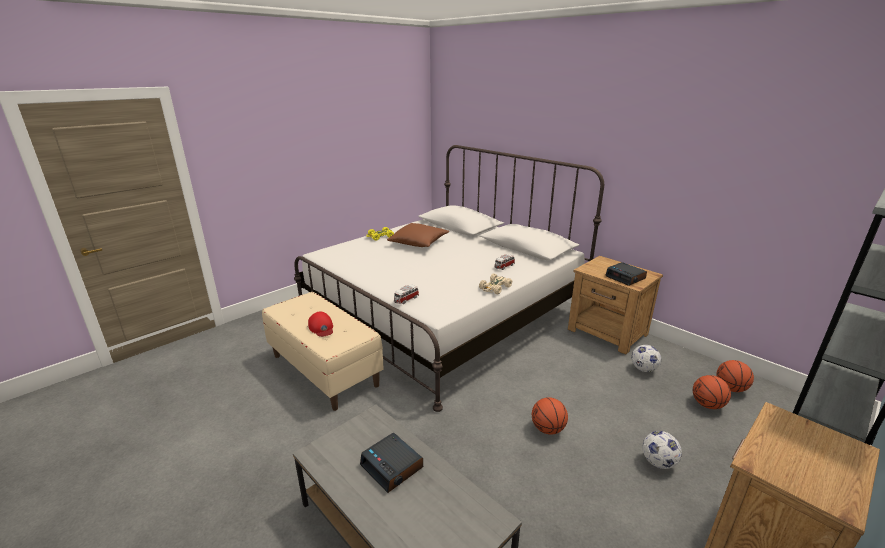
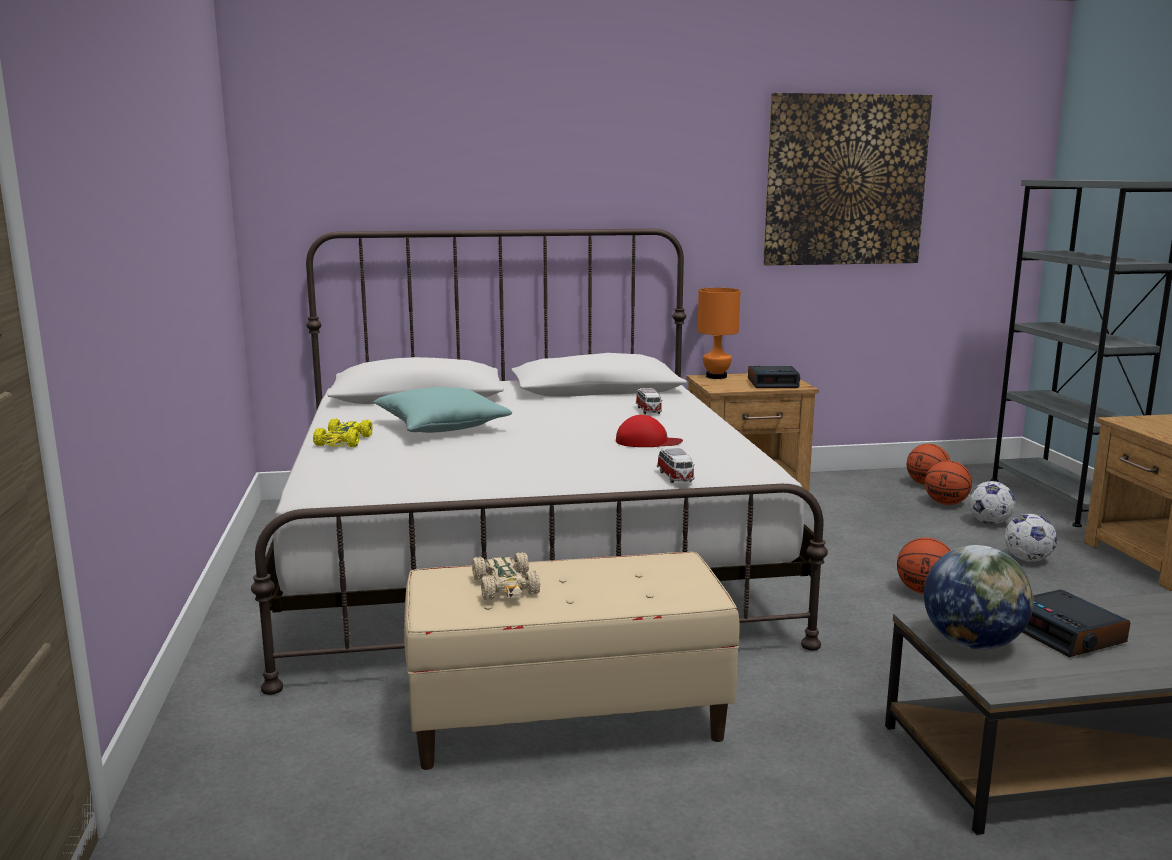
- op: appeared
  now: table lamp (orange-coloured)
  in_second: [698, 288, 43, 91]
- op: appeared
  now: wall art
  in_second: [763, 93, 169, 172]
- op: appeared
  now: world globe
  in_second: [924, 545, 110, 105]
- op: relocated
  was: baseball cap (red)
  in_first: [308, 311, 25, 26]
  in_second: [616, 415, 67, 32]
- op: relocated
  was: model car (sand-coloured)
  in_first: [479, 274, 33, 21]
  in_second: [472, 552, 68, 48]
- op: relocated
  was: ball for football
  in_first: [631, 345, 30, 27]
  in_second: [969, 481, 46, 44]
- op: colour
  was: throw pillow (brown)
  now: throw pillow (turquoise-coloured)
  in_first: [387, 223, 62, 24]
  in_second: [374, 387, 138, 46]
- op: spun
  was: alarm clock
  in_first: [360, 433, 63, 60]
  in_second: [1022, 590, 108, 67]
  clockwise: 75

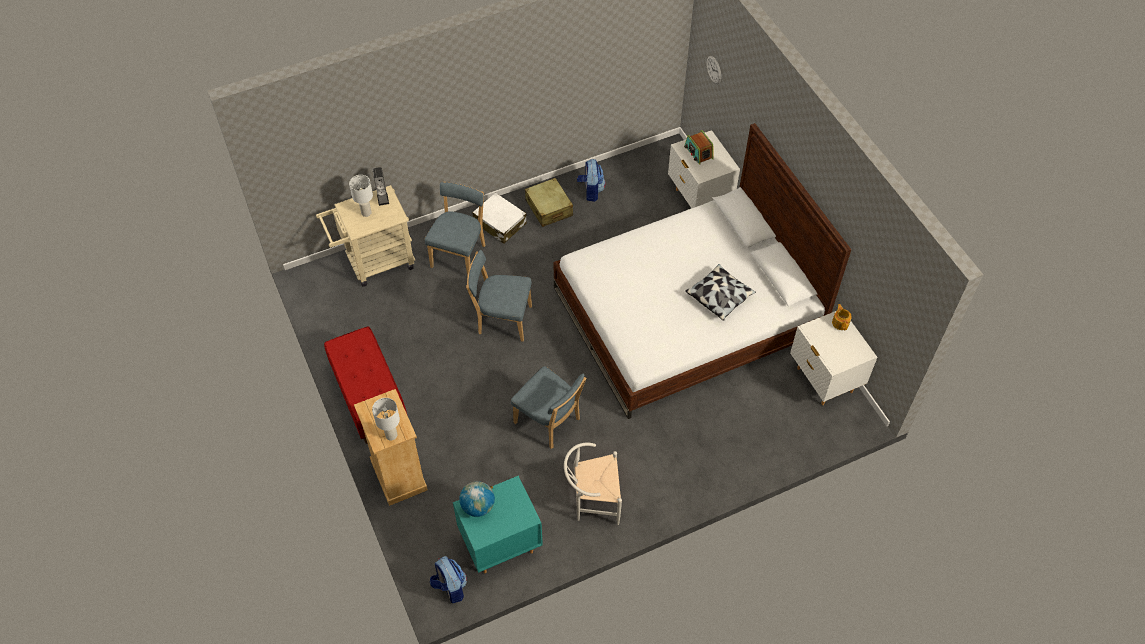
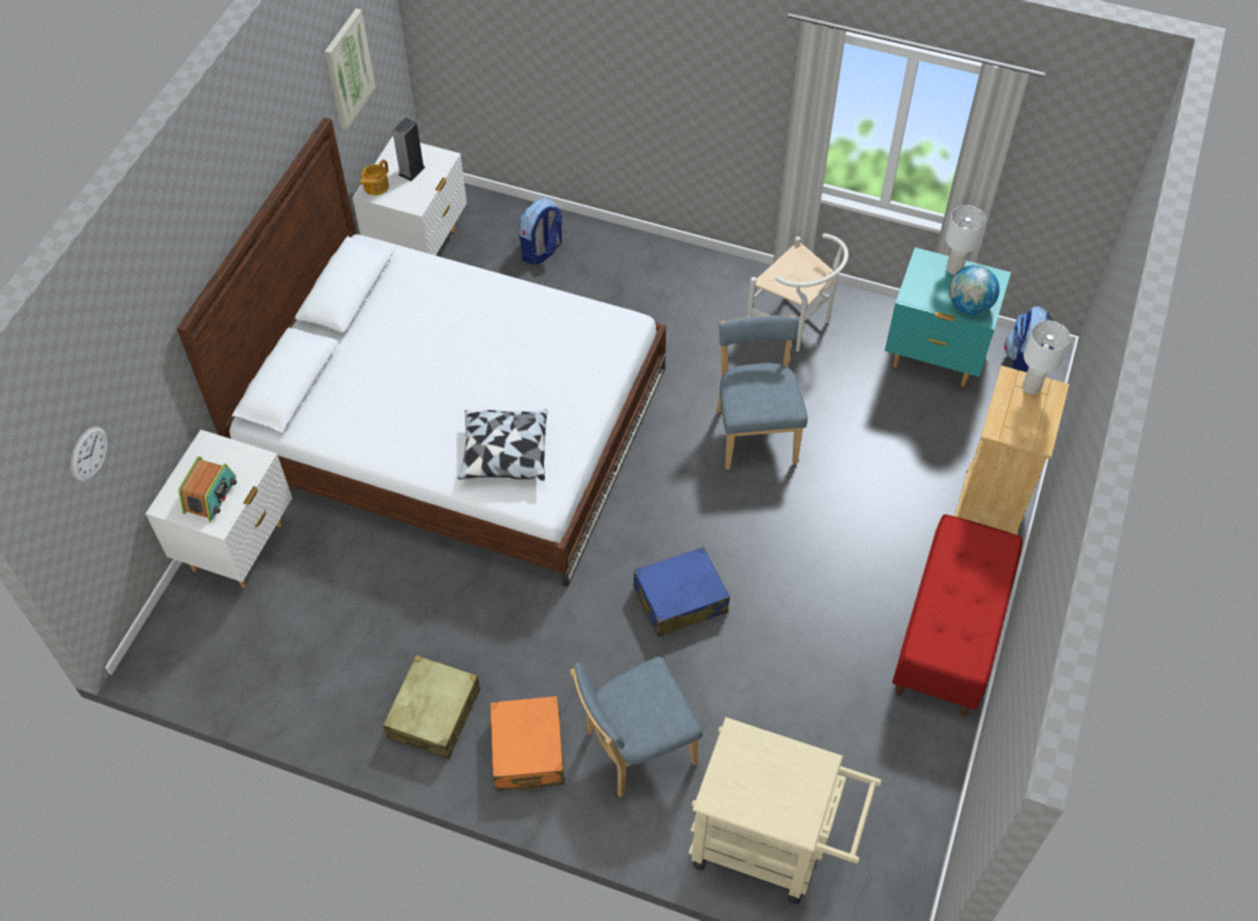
- op: appeared
  now: wall art
  in_second: [325, 8, 51, 122]
- op: relocated
  was: table lamp (white-coloured)
  in_first: [349, 175, 24, 42]
  in_second: [946, 205, 40, 70]
- op: relocated
  was: loudspeaker
  in_first: [372, 167, 17, 39]
  in_second: [392, 117, 33, 64]
- op: relocated
  was: rucksack
  in_first: [577, 159, 29, 43]
  in_second: [518, 198, 44, 67]
- op: relocated
  was: throw pillow
  in_first: [685, 264, 71, 57]
  in_second: [458, 409, 90, 72]
- op: exchanged
  was: chair (bluish)
  now: travel case (bluish)
  in_first: [466, 250, 66, 92]
  in_second: [633, 547, 97, 90]
- op: colour
  was: travel case (white-coloured)
  now: travel case (orange-coloured)
  in_first: [472, 192, 55, 52]
  in_second: [488, 696, 77, 95]

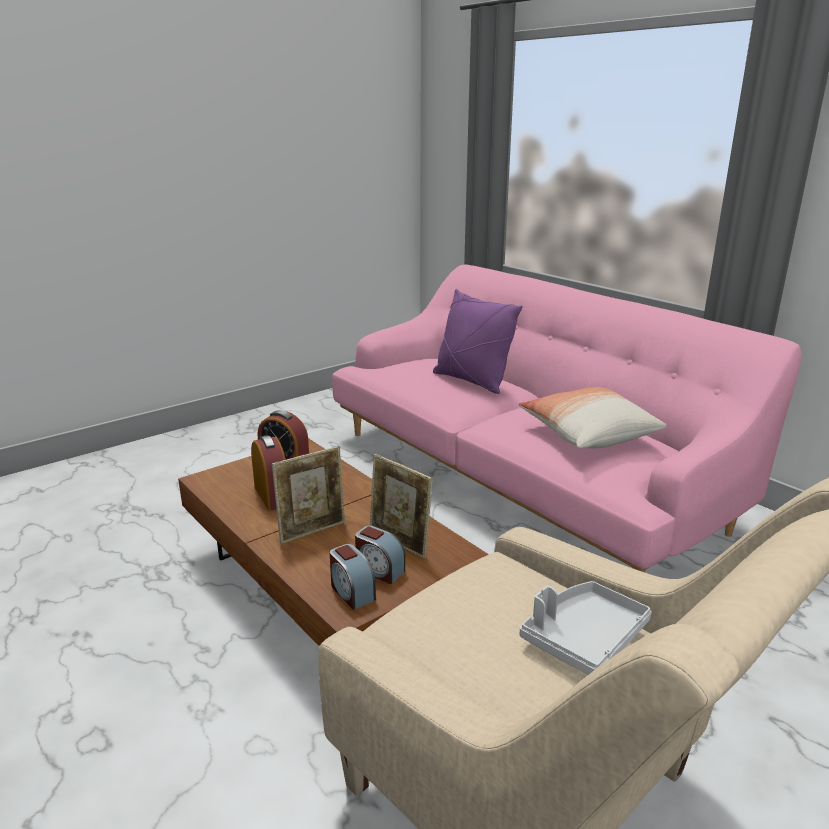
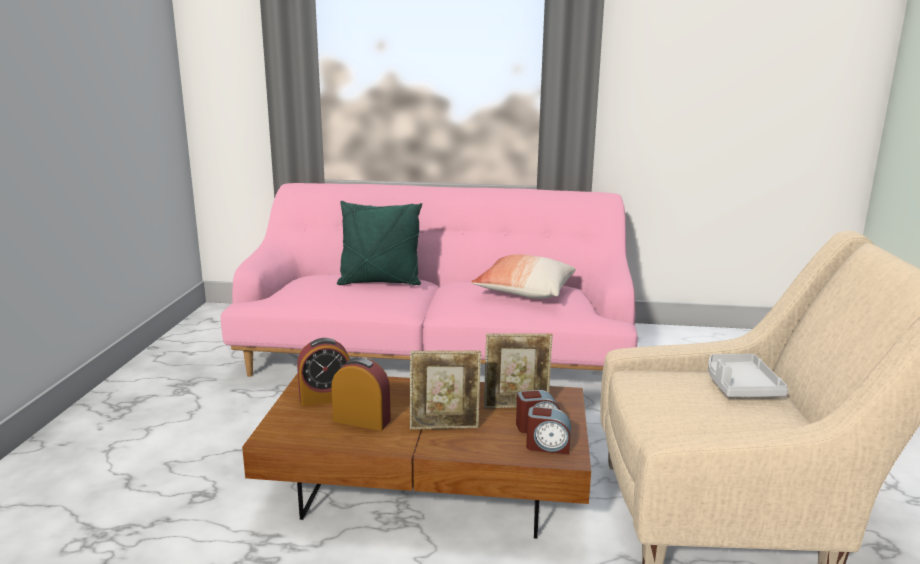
- op: colour
  was: throw pillow (purplish)
  now: throw pillow (green)
  in_first: [433, 289, 90, 105]
  in_second: [337, 201, 85, 84]
- op: spun
  was: standing frame
  in_first: [272, 446, 73, 98]
  in_second: [410, 350, 71, 80]
  clockwise: 75

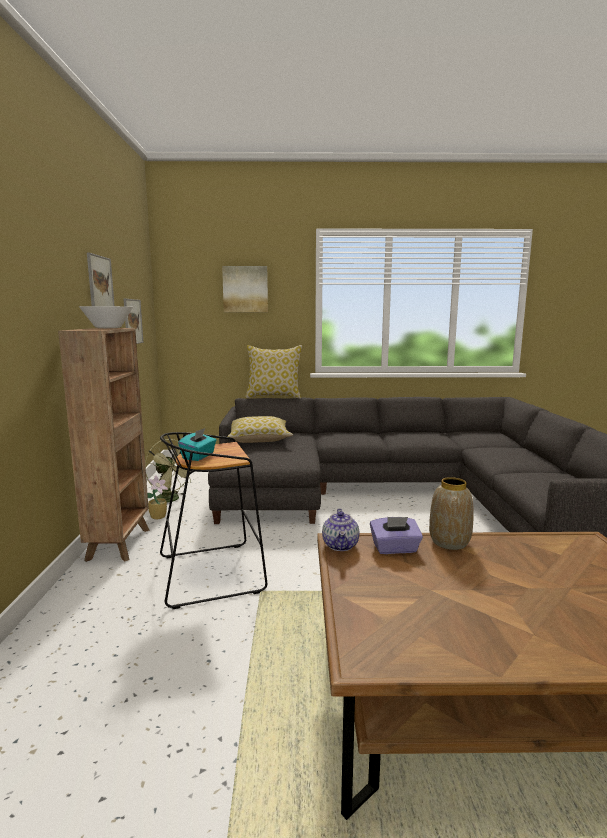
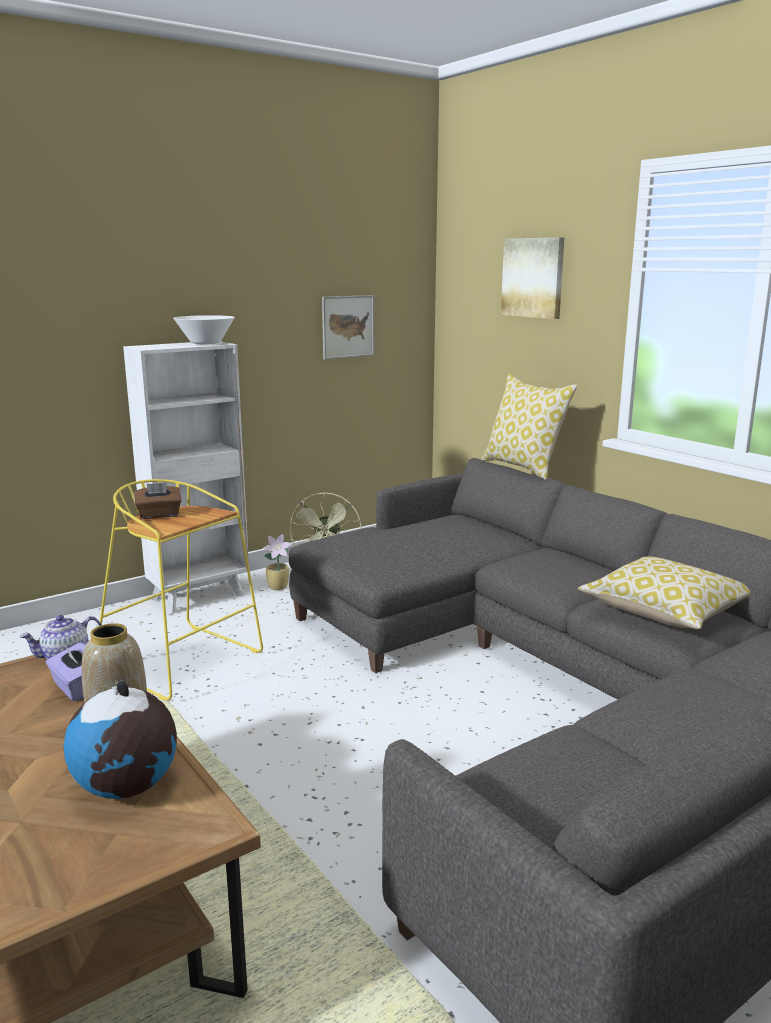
- op: missing
  was: wall art
  in_first: [87, 252, 28, 54]
- op: appeared
  now: world globe
  in_second: [64, 680, 113, 119]
- op: relocated
  was: throw pillow
  in_first: [227, 416, 66, 27]
  in_second: [578, 556, 172, 73]
- op: colour
  was: bookcase (brown)
  now: bookcase (white-coloured)
  in_first: [58, 328, 92, 234]
  in_second: [123, 342, 126, 272]
- op: colour
  was: stool (black-coloured)
  now: stool (yellowish)
  in_first: [160, 432, 108, 177]
  in_second: [100, 479, 163, 222]
- op: colour
  was: tissue box (turquoise-coloured)
  now: tissue box (brown)
  in_first: [178, 428, 38, 33]
  in_second: [134, 483, 47, 36]

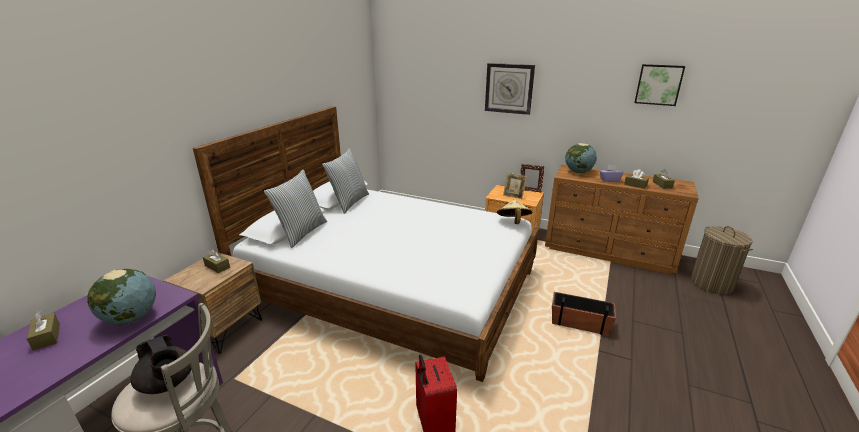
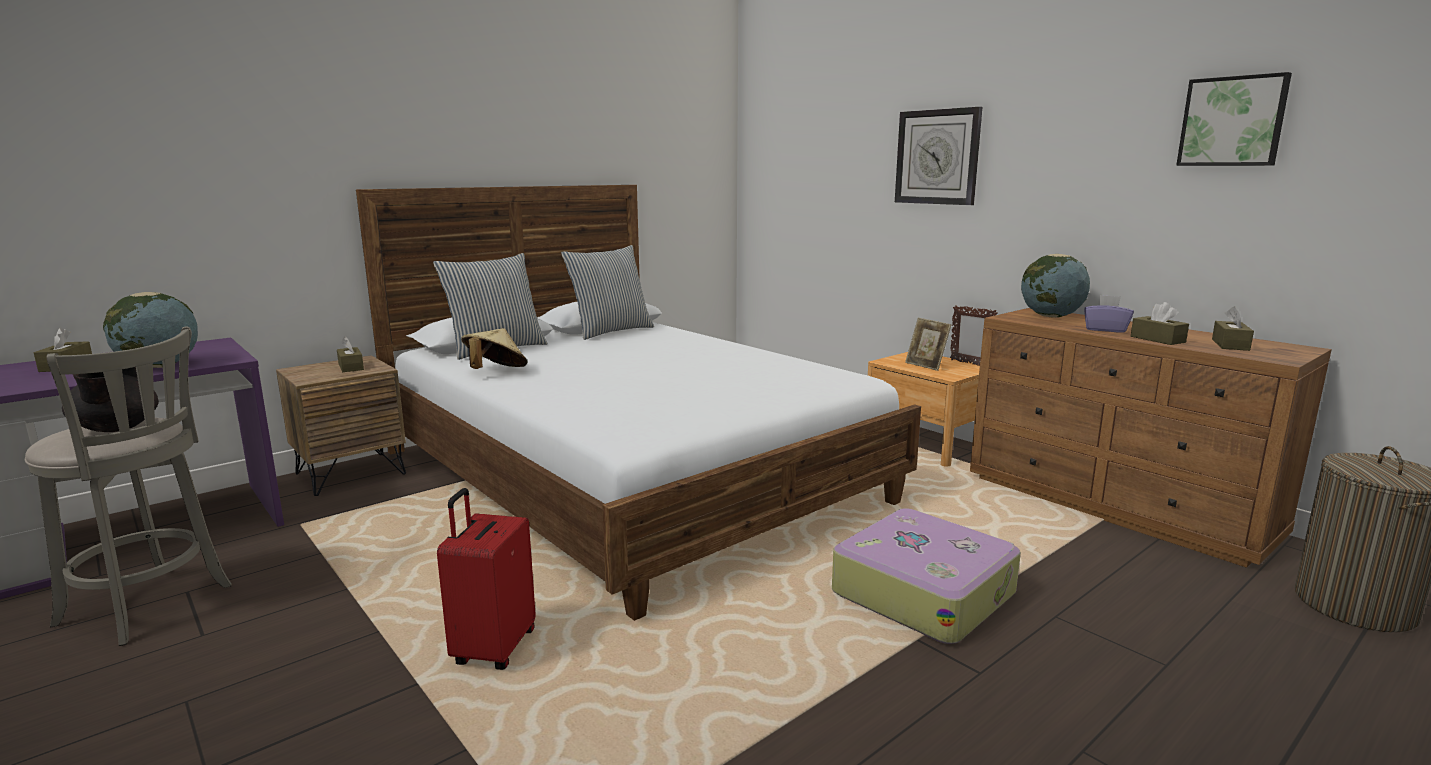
- op: relocated
  was: clothing hat (sand-coloured)
  in_first: [497, 199, 35, 25]
  in_second: [461, 328, 66, 41]
- op: exchanged
  was: plant pot
  now: travel case
  in_first: [552, 292, 64, 44]
  in_second: [832, 508, 189, 136]

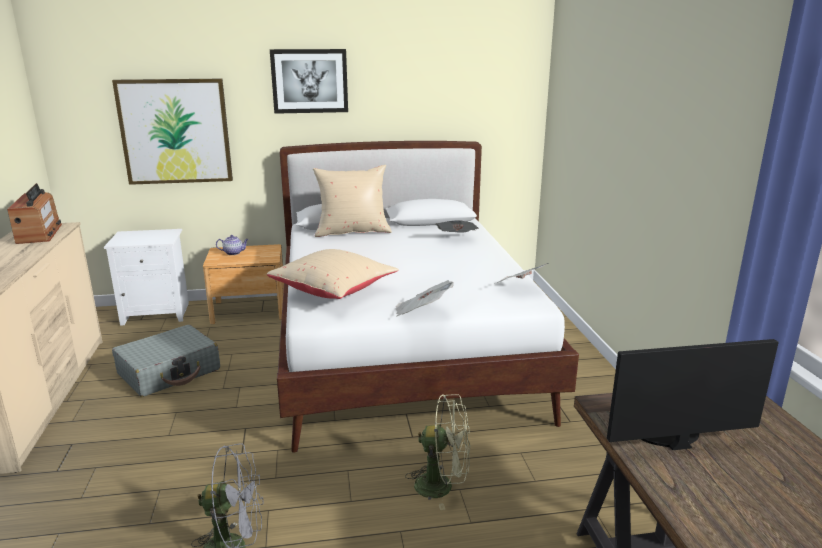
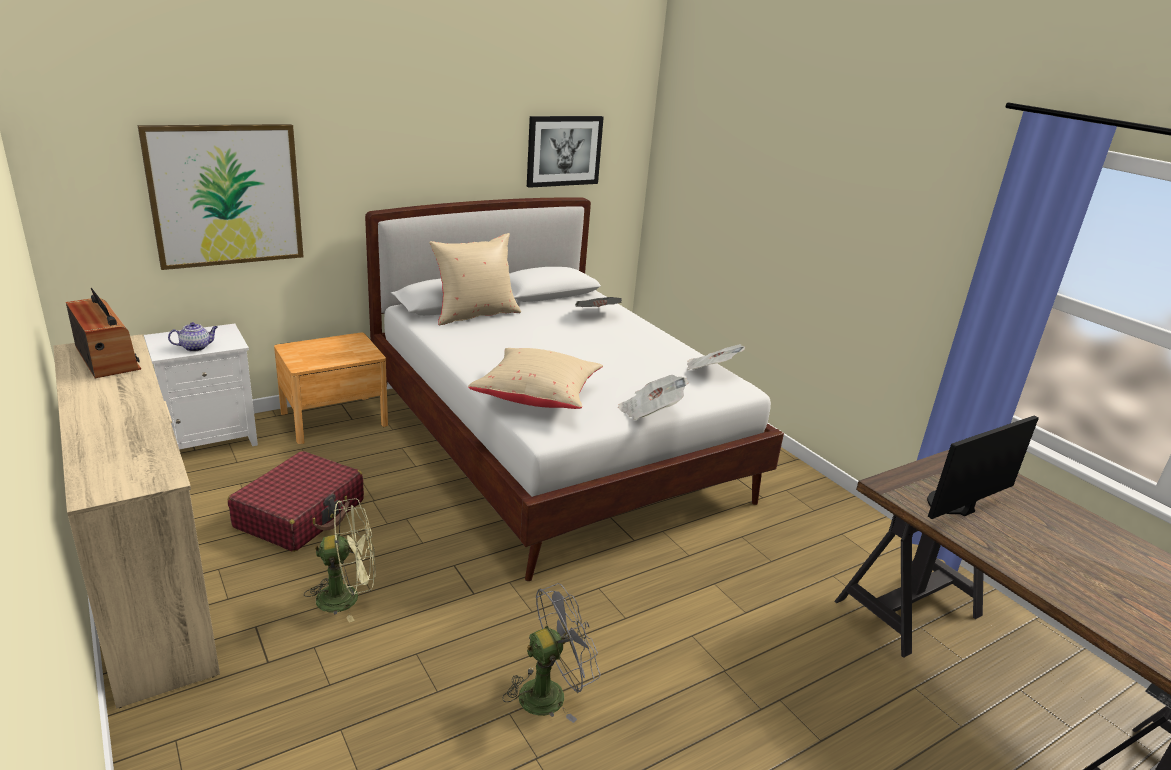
- op: relocated
  was: teapot
  in_first: [216, 235, 33, 20]
  in_second: [168, 322, 50, 30]
- op: relocated
  was: wall art
  in_first: [270, 49, 78, 65]
  in_second: [527, 116, 77, 72]
- op: relocated
  was: cooling fan (green)
  in_first: [405, 394, 66, 116]
  in_second: [304, 498, 72, 125]
- op: colour
  was: travel case (grey)
  now: travel case (red)
  in_first: [112, 325, 108, 72]
  in_second: [228, 451, 136, 101]

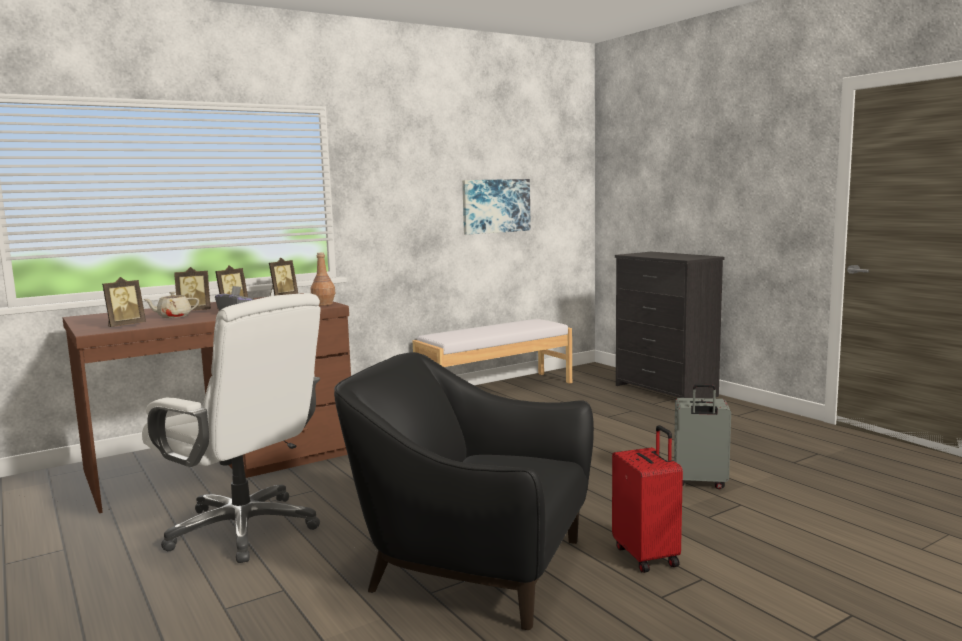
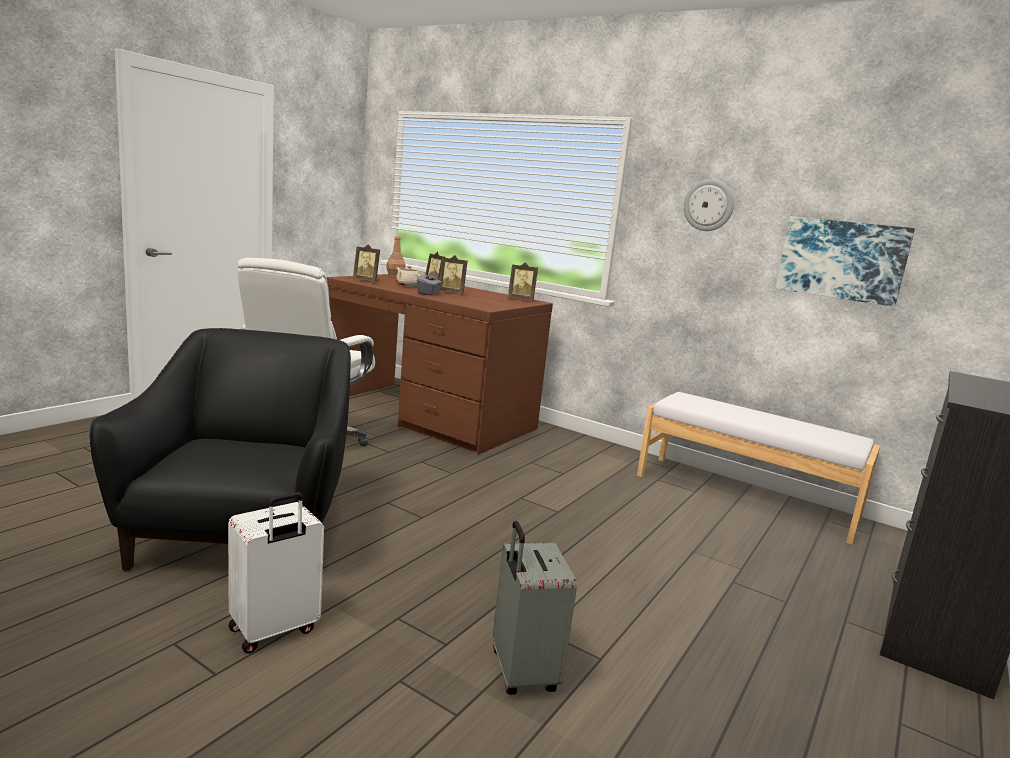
- op: appeared
  now: hanging clock
  in_second: [684, 179, 50, 52]
- op: relocated
  was: bottle (brown)
  in_first: [311, 253, 24, 53]
  in_second: [386, 236, 19, 42]
- op: colour
  was: travel case (red)
  now: travel case (white-coloured)
  in_first: [612, 425, 71, 148]
  in_second: [228, 492, 96, 162]

